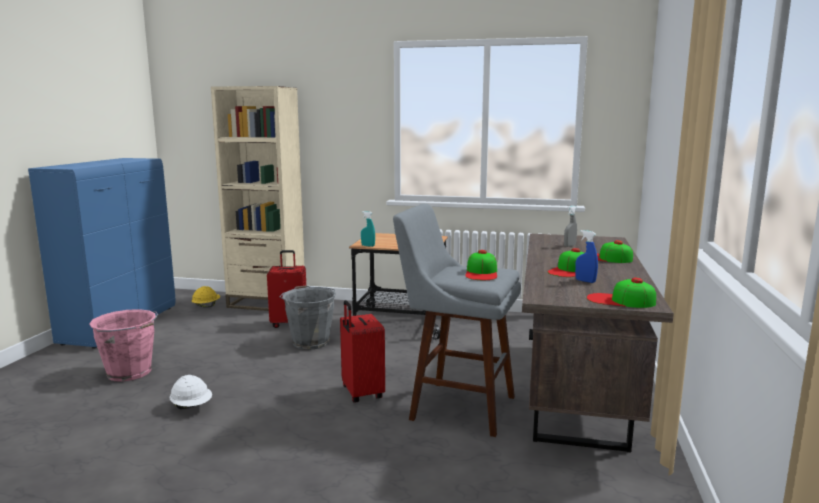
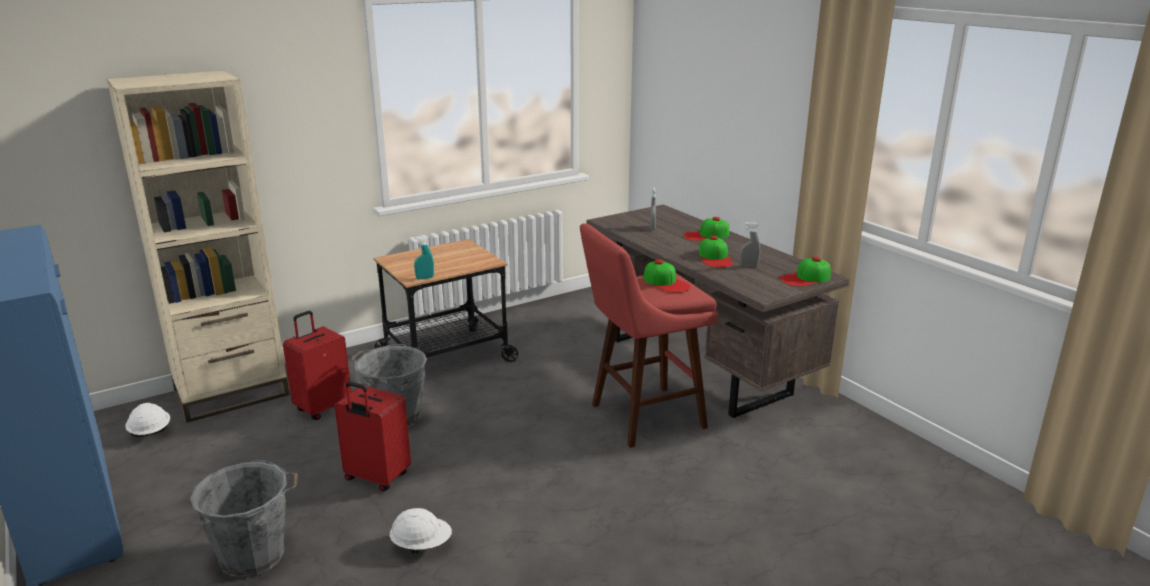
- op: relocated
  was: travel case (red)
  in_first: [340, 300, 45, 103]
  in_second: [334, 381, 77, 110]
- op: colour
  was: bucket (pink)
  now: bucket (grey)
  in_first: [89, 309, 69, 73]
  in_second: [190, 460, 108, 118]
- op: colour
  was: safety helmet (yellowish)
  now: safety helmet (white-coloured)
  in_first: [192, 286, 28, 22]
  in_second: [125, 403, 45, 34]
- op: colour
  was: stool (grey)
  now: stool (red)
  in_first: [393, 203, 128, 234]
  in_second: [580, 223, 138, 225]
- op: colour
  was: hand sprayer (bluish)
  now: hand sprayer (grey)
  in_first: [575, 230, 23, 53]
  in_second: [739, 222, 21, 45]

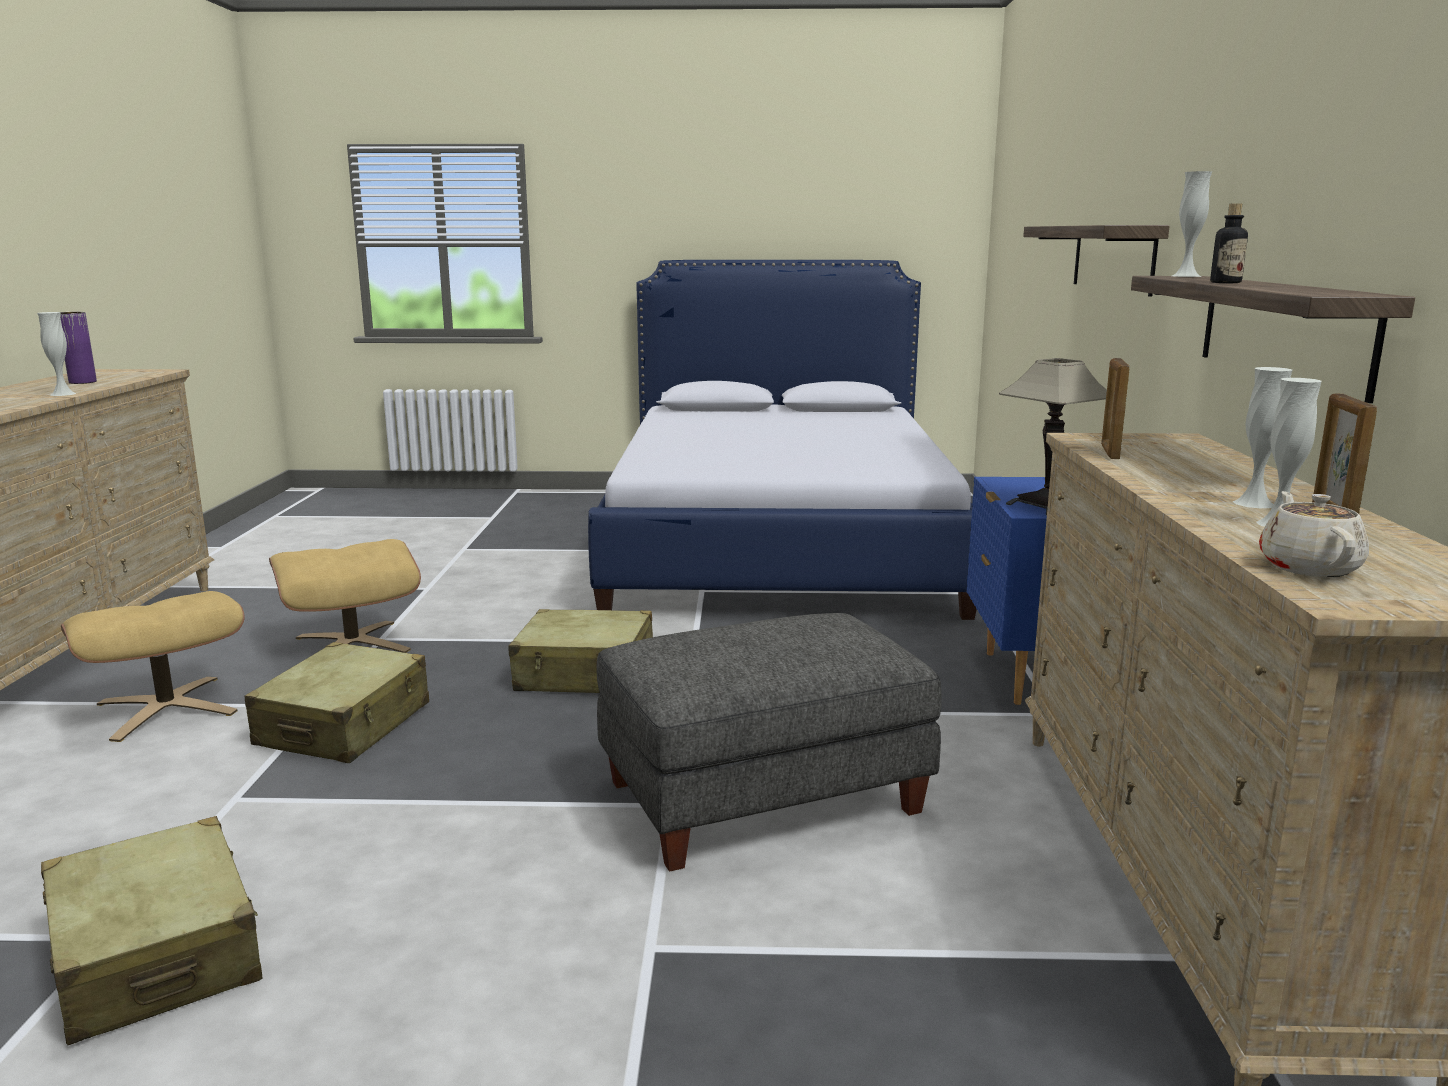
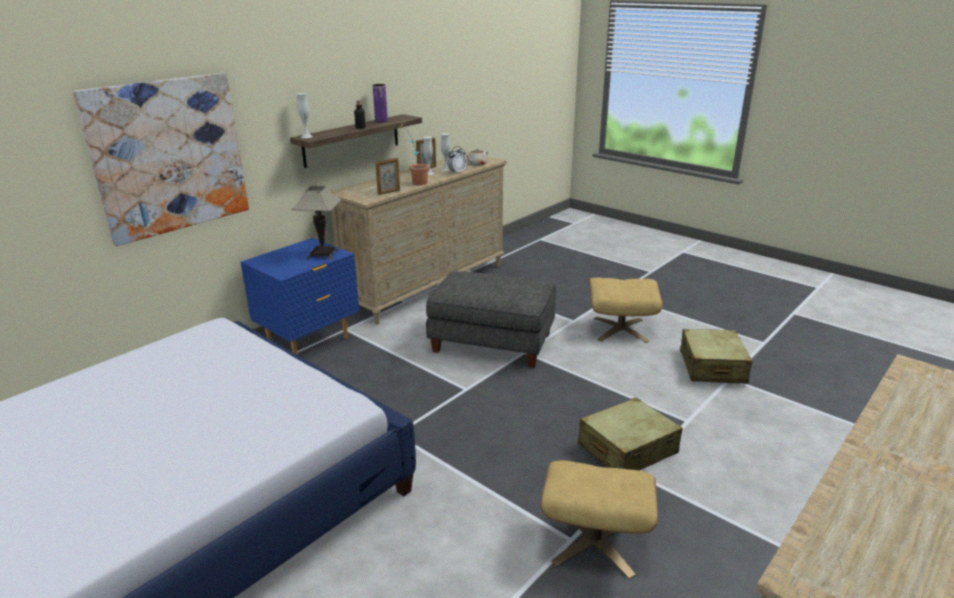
- op: missing
  was: decorative vase (white-coloured)
  in_first: [37, 312, 39, 84]
- op: missing
  was: travel case (sand-coloured)
  in_first: [508, 609, 145, 84]
- op: appeared
  now: potted plant
  in_second: [397, 120, 32, 65]
- op: appeared
  now: alarm clock
  in_second: [447, 146, 20, 28]
- op: relocated
  was: decorative vase (purplish)
  in_first: [60, 312, 37, 72]
  in_second: [373, 84, 15, 39]
- op: relocated
  was: footrest (sand-coloured)
  in_first: [61, 591, 184, 151]
  in_second: [589, 277, 74, 66]
- op: exchanged
  was: bracket shelf
  now: wall art
  in_first: [1023, 225, 147, 72]
  in_second: [73, 73, 176, 173]

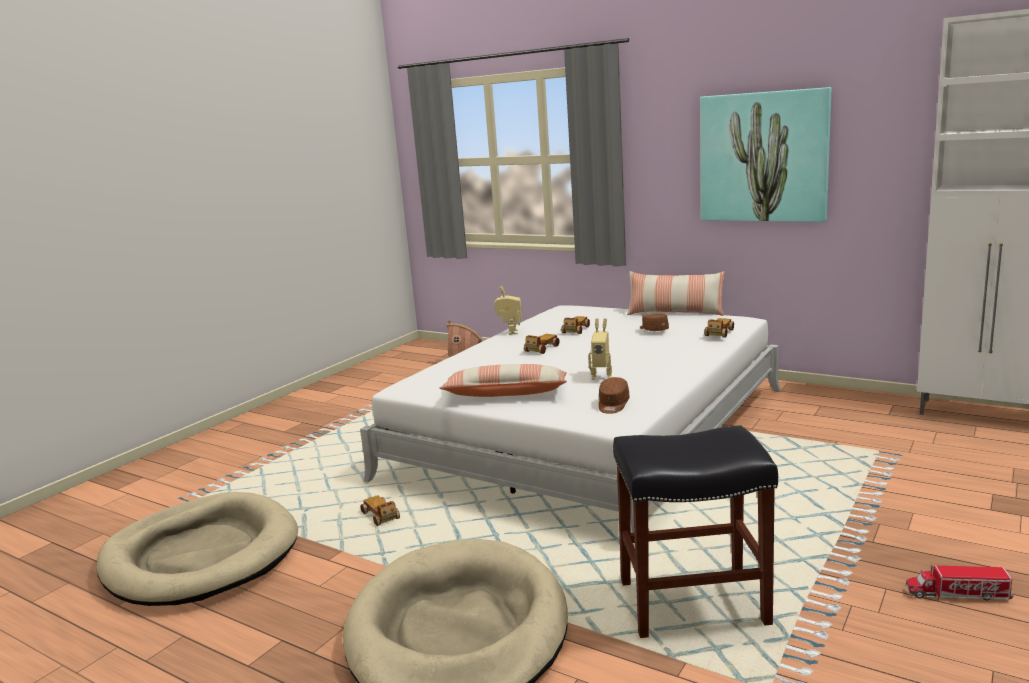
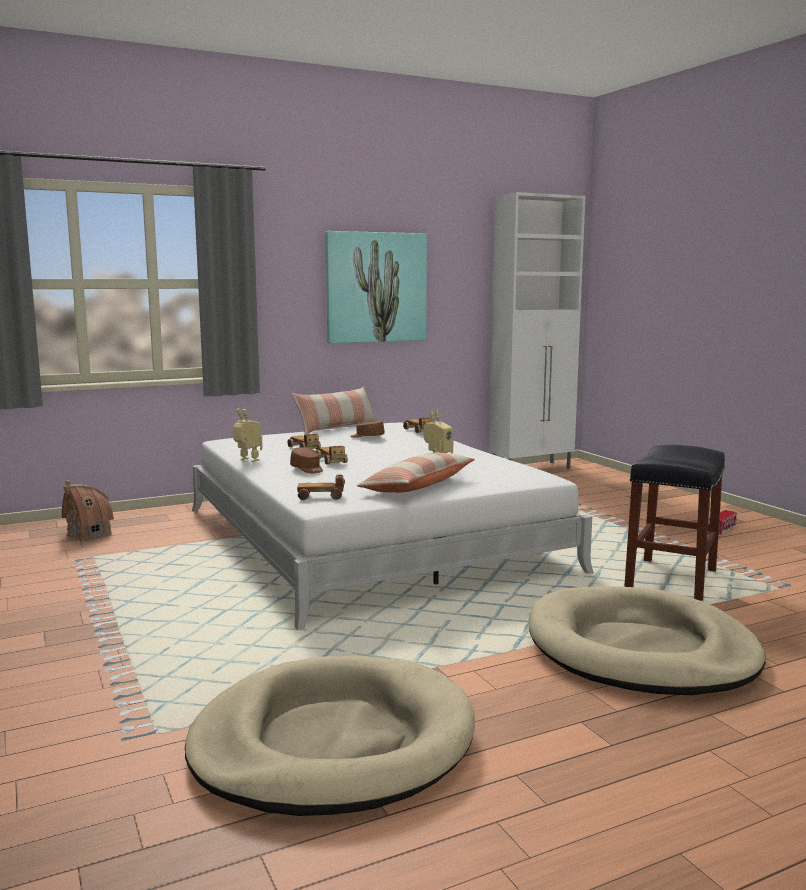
- op: relocated
  was: model car
  in_first: [360, 495, 40, 31]
  in_second: [297, 475, 48, 25]
- op: relocated
  was: baseball cap (brown)
  in_first: [599, 377, 30, 37]
  in_second: [290, 447, 33, 26]

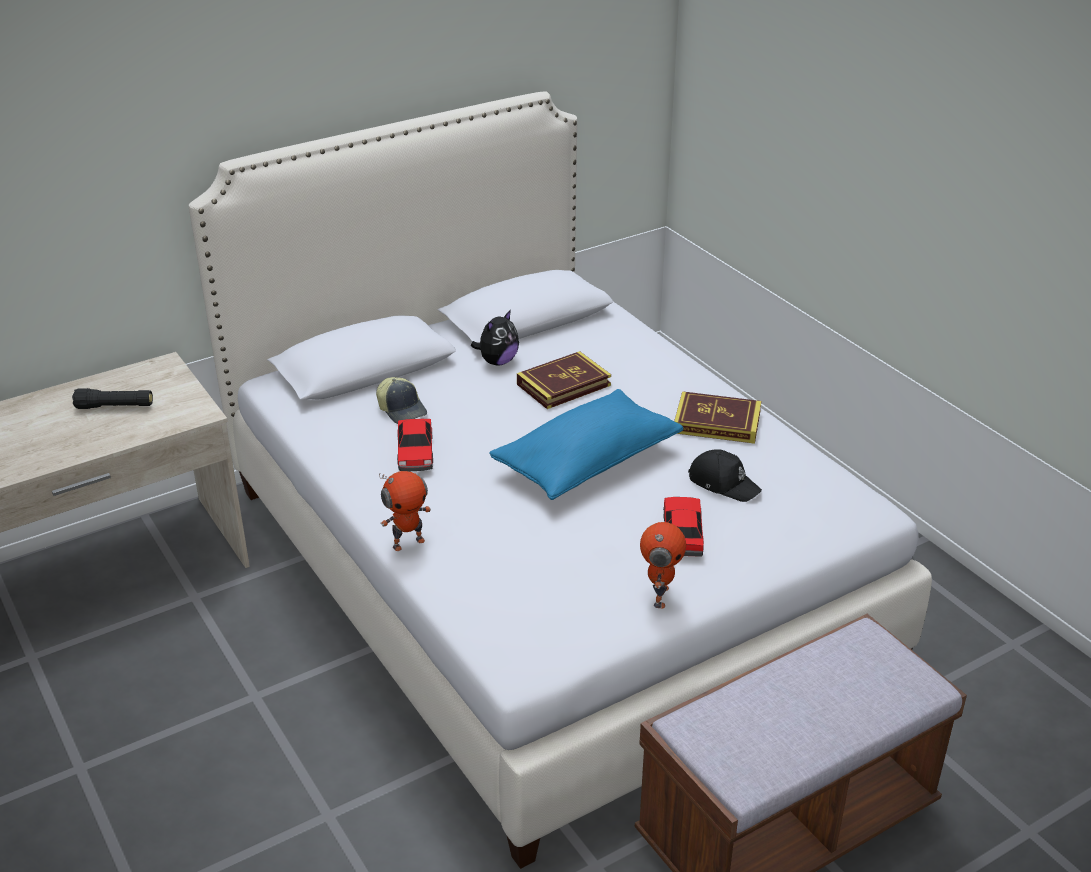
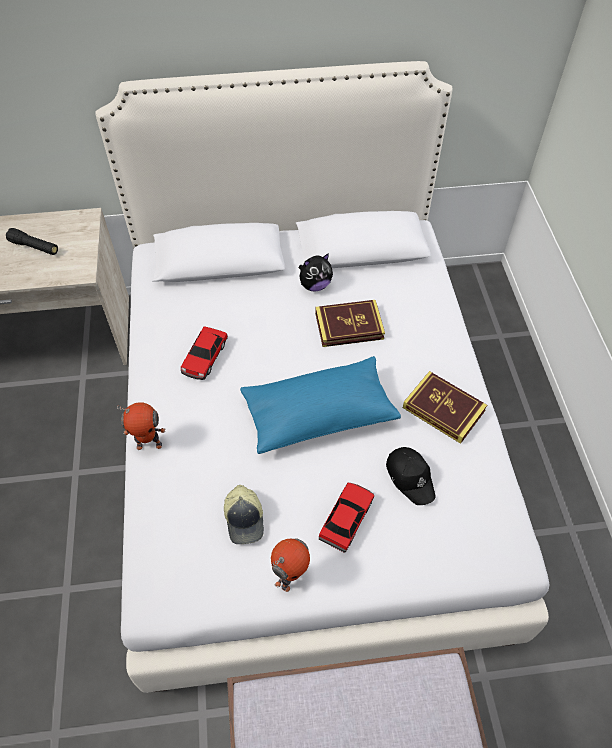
- op: relocated
  was: baseball cap
  in_first: [376, 377, 51, 47]
  in_second: [224, 485, 40, 59]

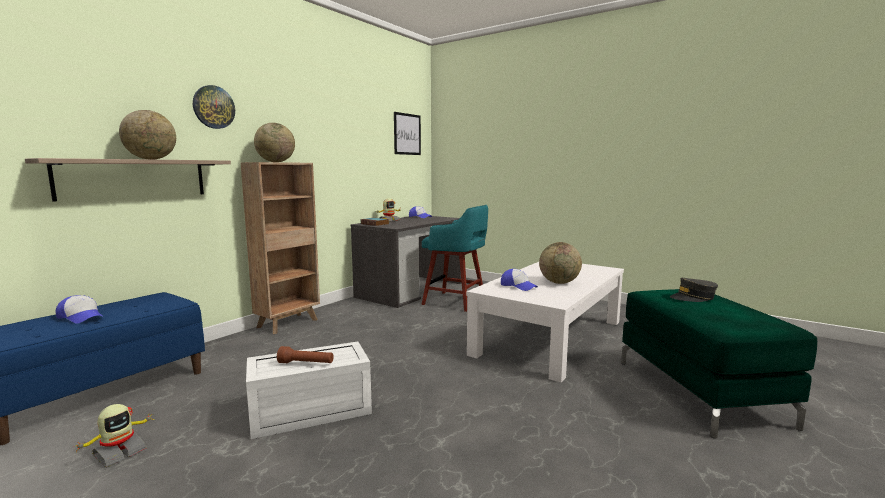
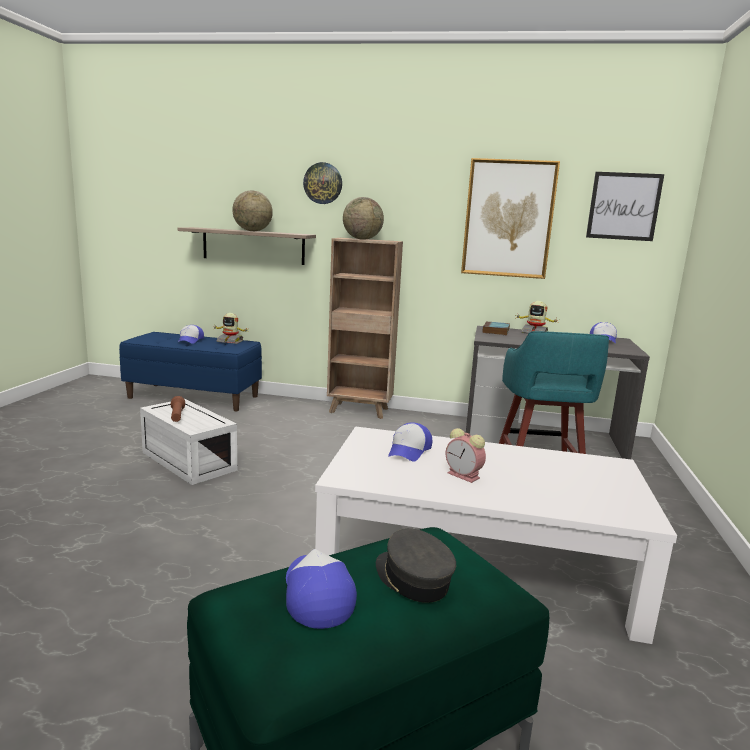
- op: appeared
  now: baseball cap
  in_second: [286, 549, 71, 80]
- op: appeared
  now: wall art
  in_second: [461, 158, 99, 121]
- op: relocated
  was: model robot
  in_first: [73, 404, 81, 64]
  in_second: [214, 313, 34, 31]
- op: exchanged
  was: world globe
  now: alarm clock
  in_first: [539, 242, 43, 42]
  in_second: [446, 428, 40, 55]

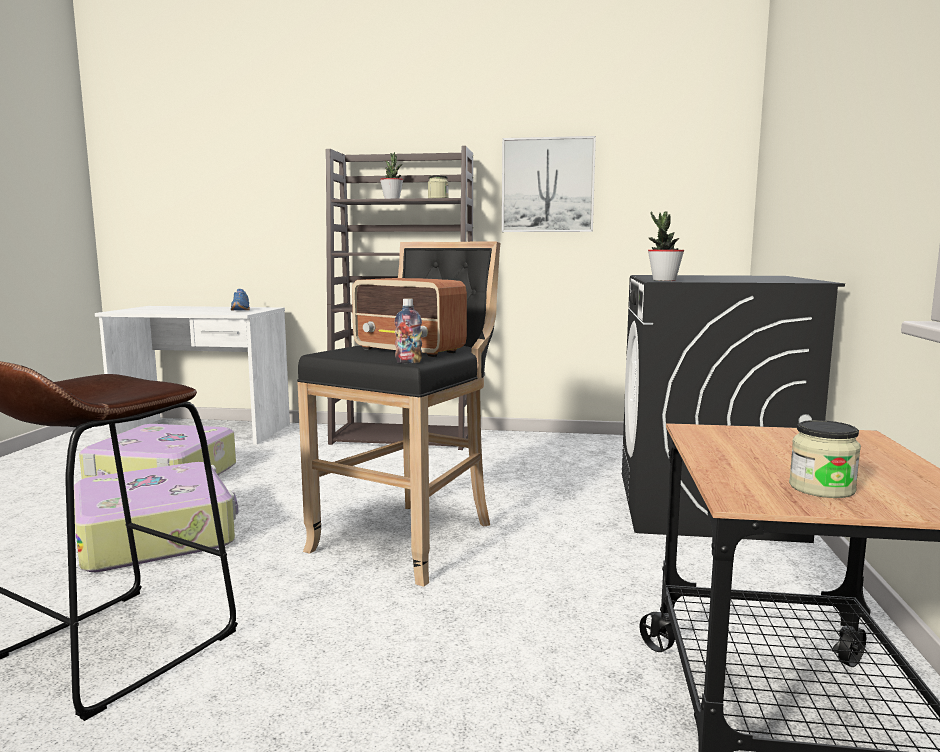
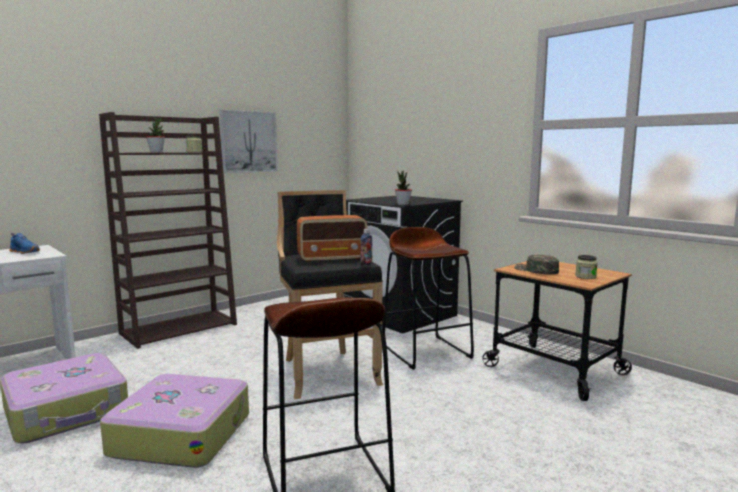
- op: appeared
  now: stool (brown)
  in_second: [383, 227, 91, 143]
- op: appeared
  now: baseball cap (green)
  in_second: [514, 255, 45, 19]

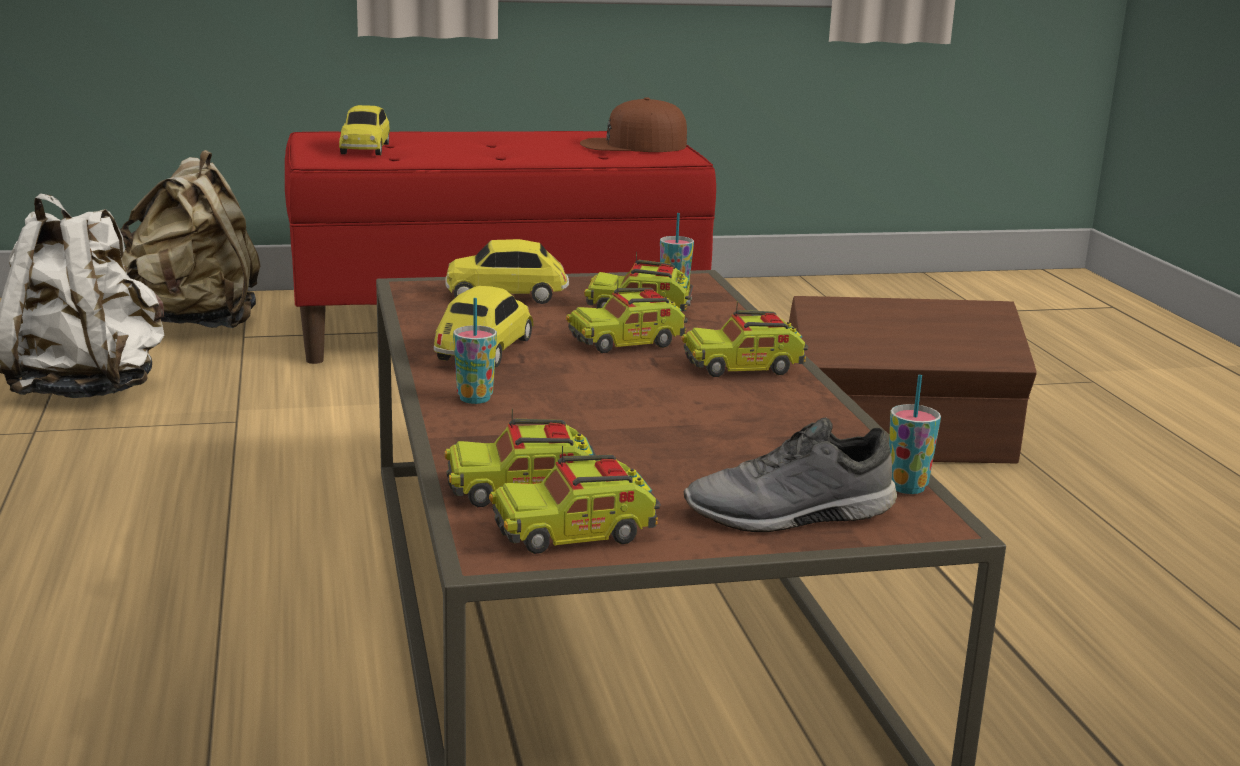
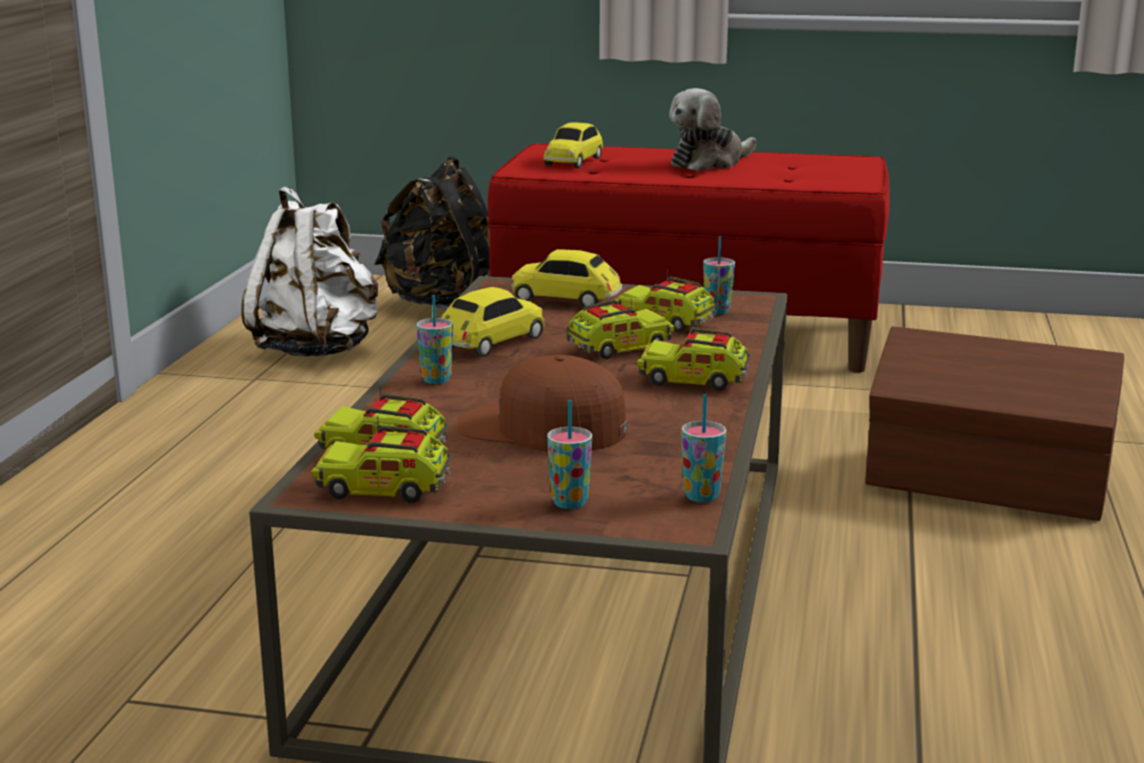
- op: appeared
  now: cuddly toy
  in_second: [669, 88, 87, 83]
- op: relocated
  was: baseball cap (brown)
  in_first: [580, 97, 107, 55]
  in_second: [458, 355, 169, 97]
- op: exchanged
  was: item of footwear (grey)
  now: drinking cup
  in_first: [684, 417, 213, 115]
  in_second: [547, 400, 45, 109]
- op: colour
  was: rucksack (sand-coloured)
  now: rucksack (black-coloured)
  in_first: [120, 150, 140, 178]
  in_second: [374, 156, 116, 154]
- op: spun
  was: toy truck
  in_first: [566, 283, 122, 70]
  in_second: [566, 298, 109, 61]
  clockwise: 150

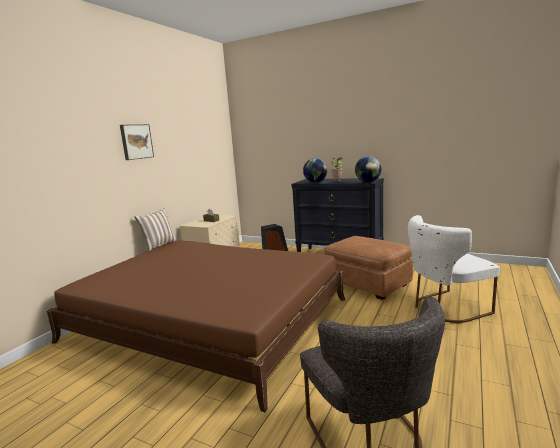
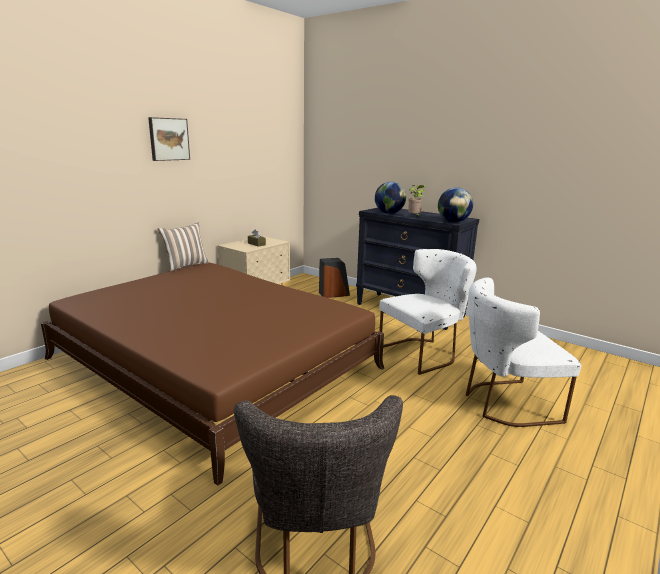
- op: exchanged
  was: footrest (brown)
  now: chair (white-coloured)
  in_first: [324, 236, 89, 64]
  in_second: [379, 249, 97, 126]

